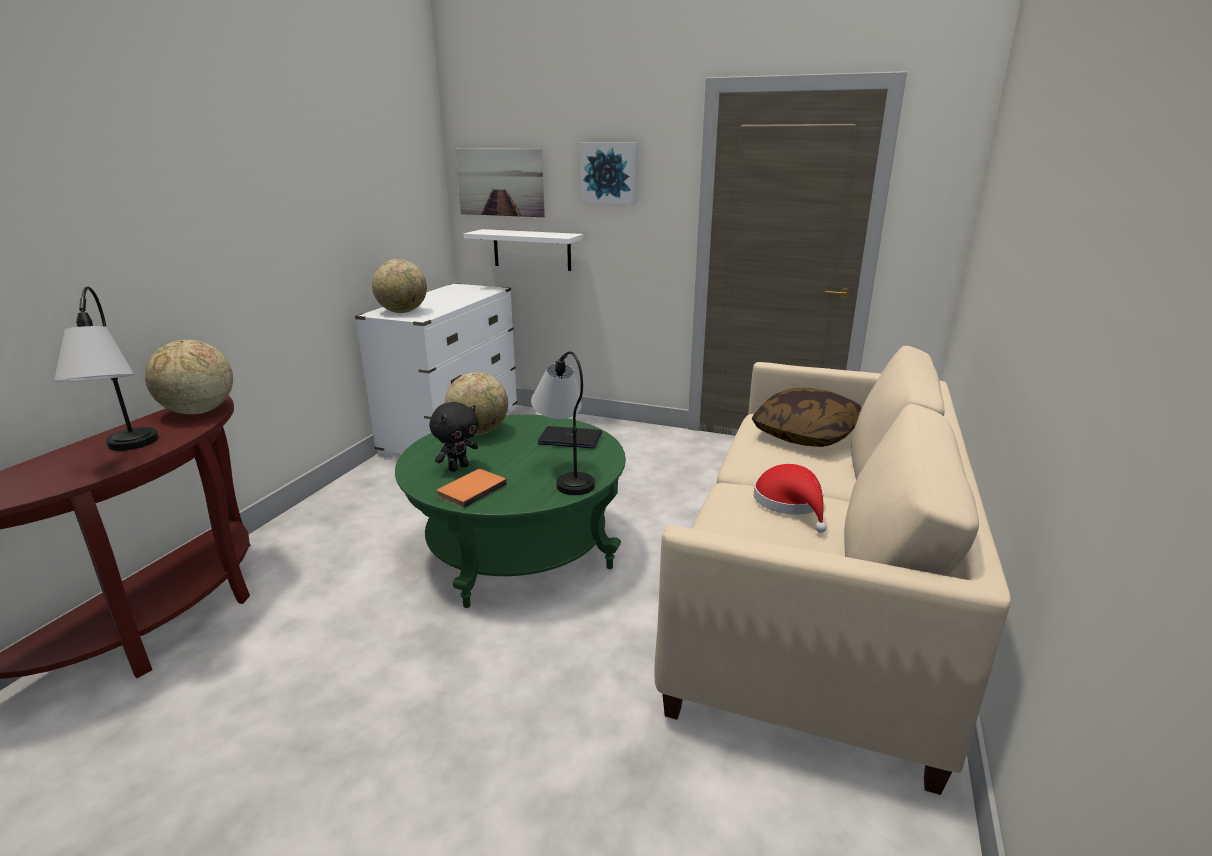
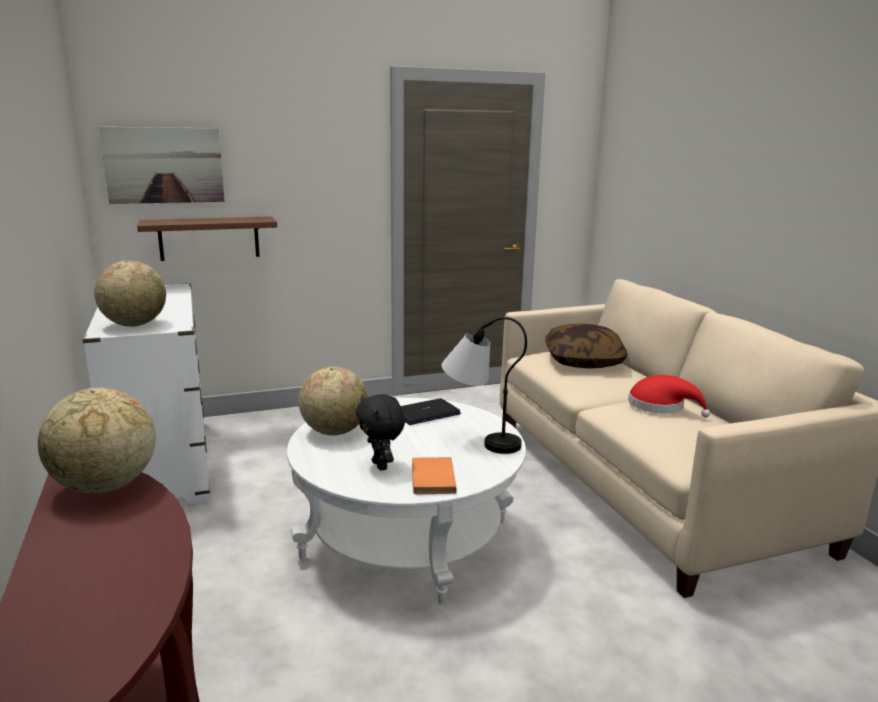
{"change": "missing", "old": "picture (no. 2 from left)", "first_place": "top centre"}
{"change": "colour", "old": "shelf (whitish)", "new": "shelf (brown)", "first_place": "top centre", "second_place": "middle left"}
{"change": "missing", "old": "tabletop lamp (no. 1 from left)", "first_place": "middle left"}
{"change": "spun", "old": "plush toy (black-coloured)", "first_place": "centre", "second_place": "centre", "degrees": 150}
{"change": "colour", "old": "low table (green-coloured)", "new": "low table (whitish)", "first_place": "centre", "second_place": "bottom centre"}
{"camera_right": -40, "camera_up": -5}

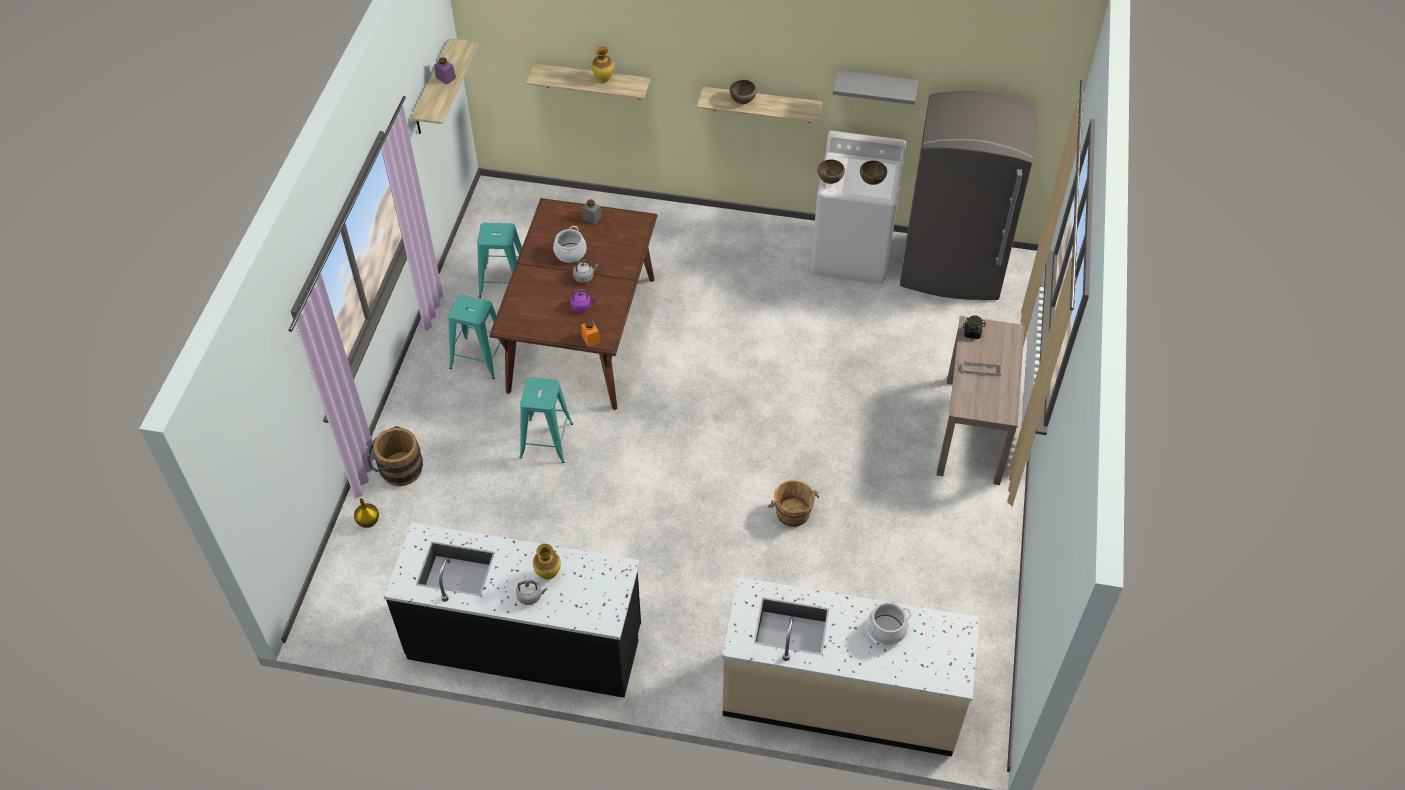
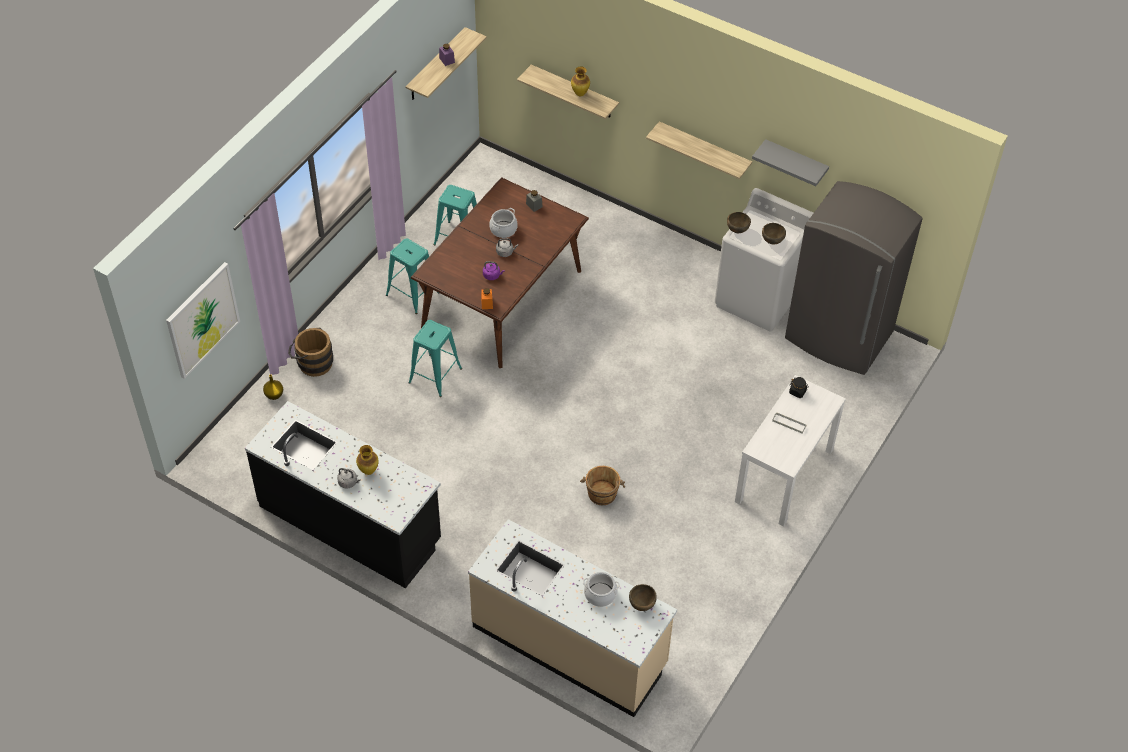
{"change": "relocated", "old": "deep dish (brown) (no. 1 from left)", "first_place": "top centre", "second_place": "bottom centre"}
{"change": "colour", "old": "hall table (brown)", "new": "hall table (whitish)", "first_place": "middle right", "second_place": "middle right"}
{"change": "appeared", "new": "picture", "second_place": "middle left"}
{"camera_right": 20, "camera_up": 0}

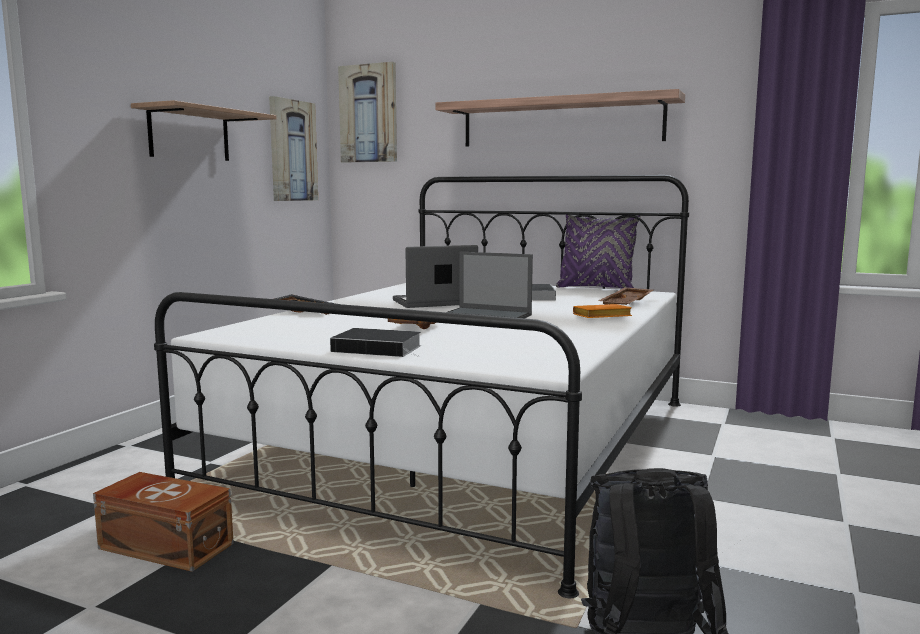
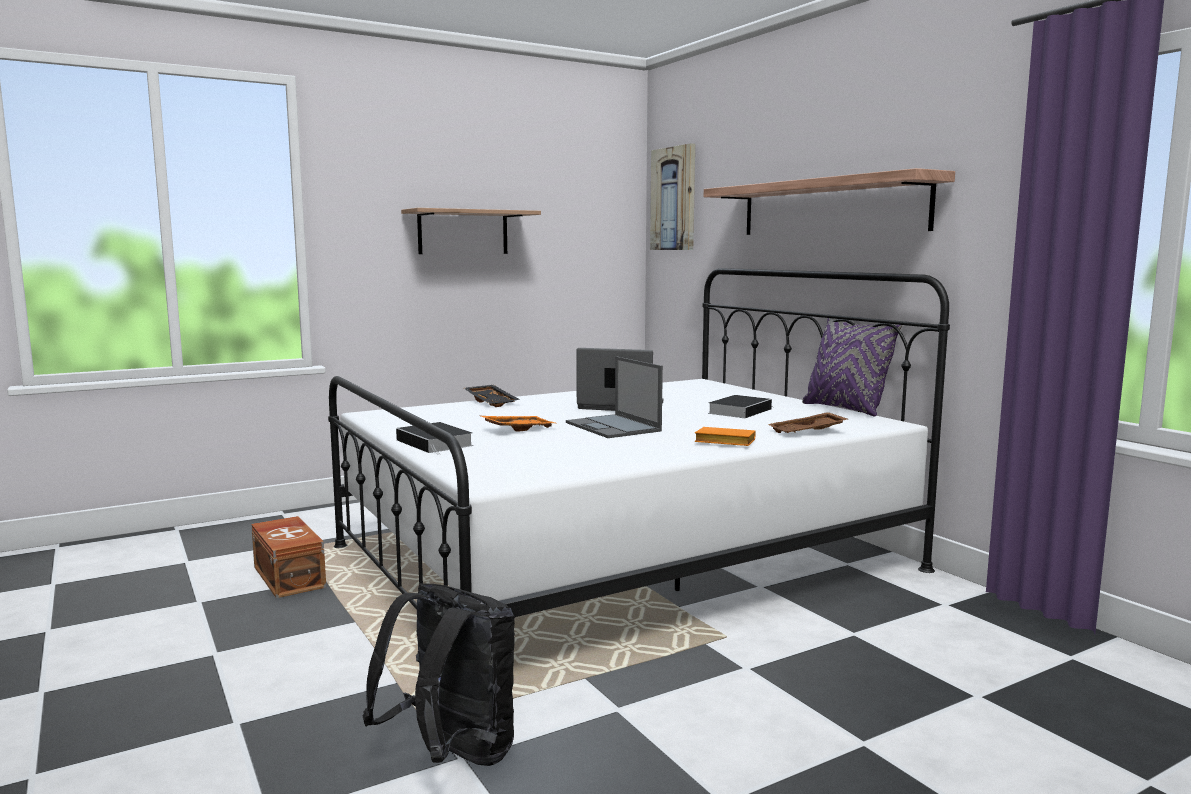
{"change": "missing", "old": "picture (no. 1 from left)", "first_place": "top left"}
{"camera_right": 35, "camera_up": 0}

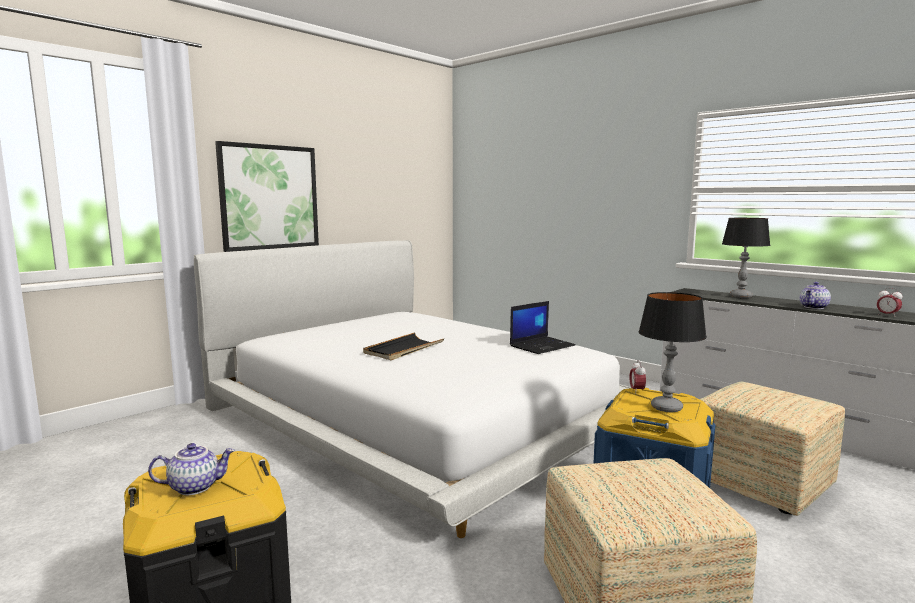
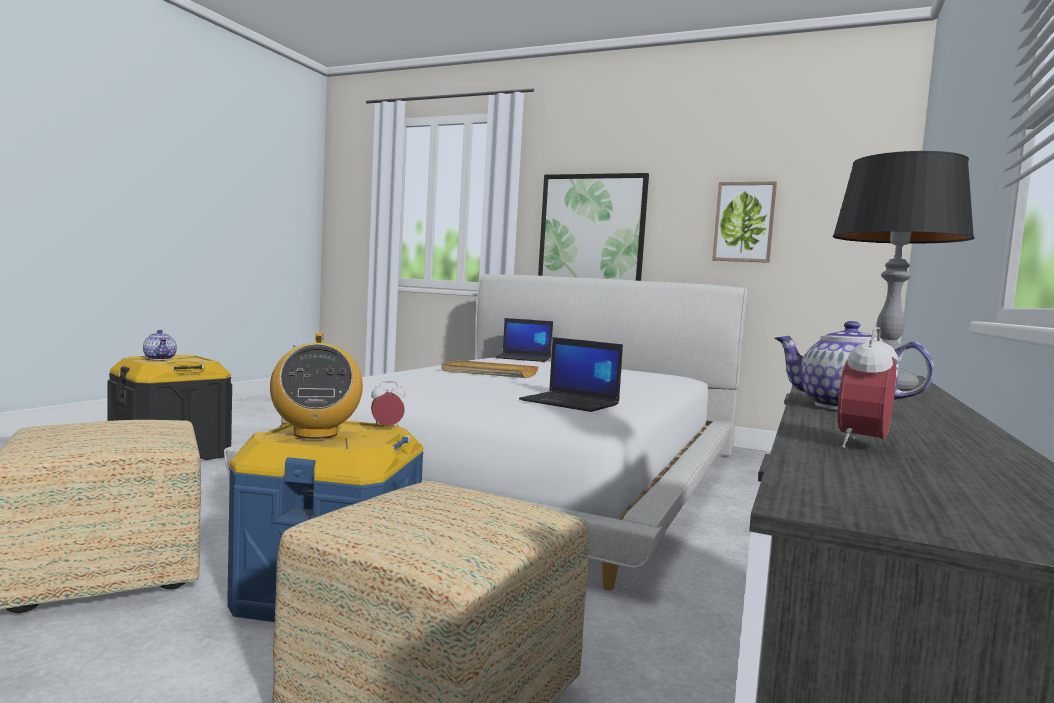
{"change": "exchanged", "old": "tabletop lamp (no. 1 from left)", "new": "radio", "first_place": "middle right", "second_place": "middle left"}
{"change": "colour", "old": "serving tray (black-coloured)", "new": "serving tray (beige-coloured)", "first_place": "centre", "second_place": "centre"}
{"change": "appeared", "new": "picture (no. 2 from left)", "second_place": "top right"}
{"change": "appeared", "new": "notebook computer (no. 1 from left)", "second_place": "centre"}
{"camera_right": 70, "camera_up": -5}

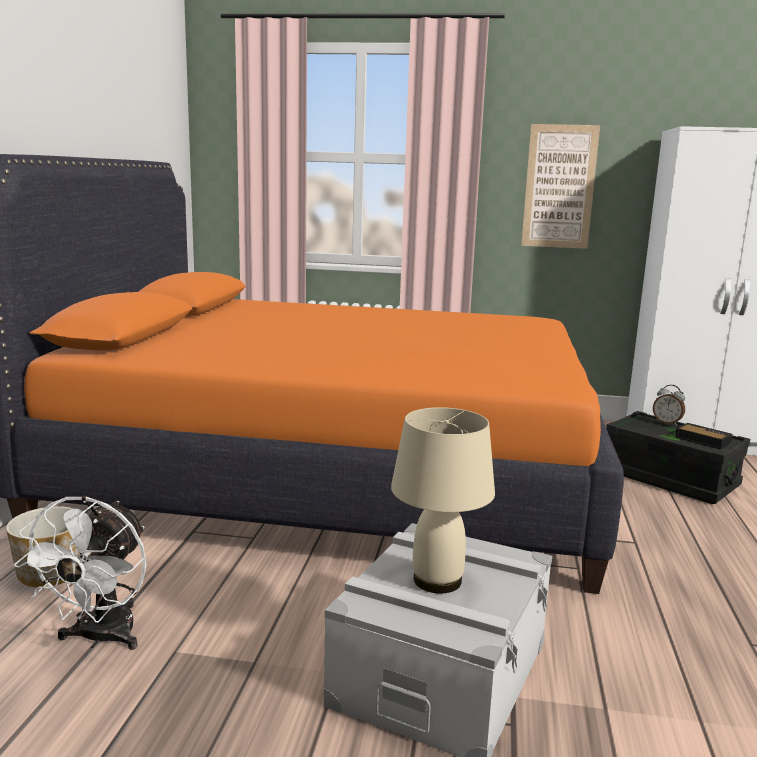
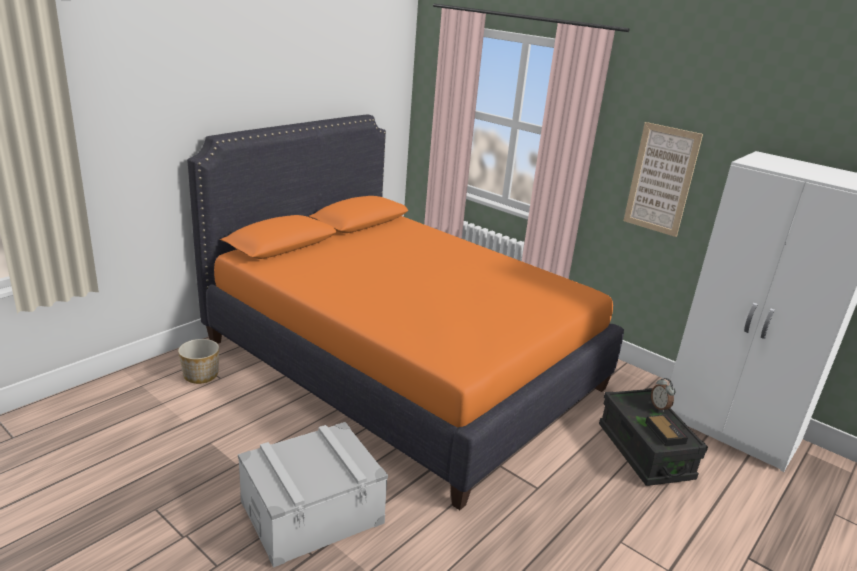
{"change": "missing", "old": "tabletop lamp (beige-coloured)", "first_place": "centre"}
{"change": "missing", "old": "cooling fan (whitish)", "first_place": "bottom left"}
{"camera_right": 30, "camera_up": 10}

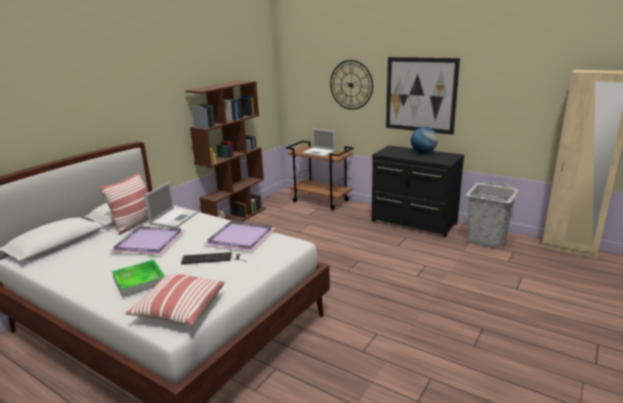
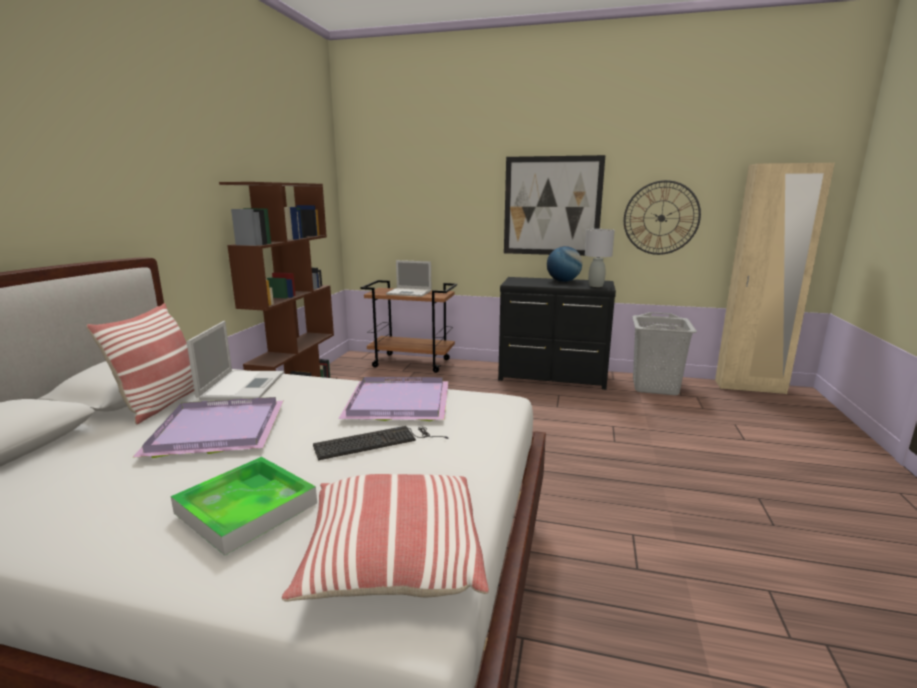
{"change": "relocated", "old": "hanging clock", "first_place": "top centre", "second_place": "top right"}
{"change": "appeared", "new": "tabletop lamp (greyish)", "second_place": "centre"}
{"camera_right": -20, "camera_up": -5}

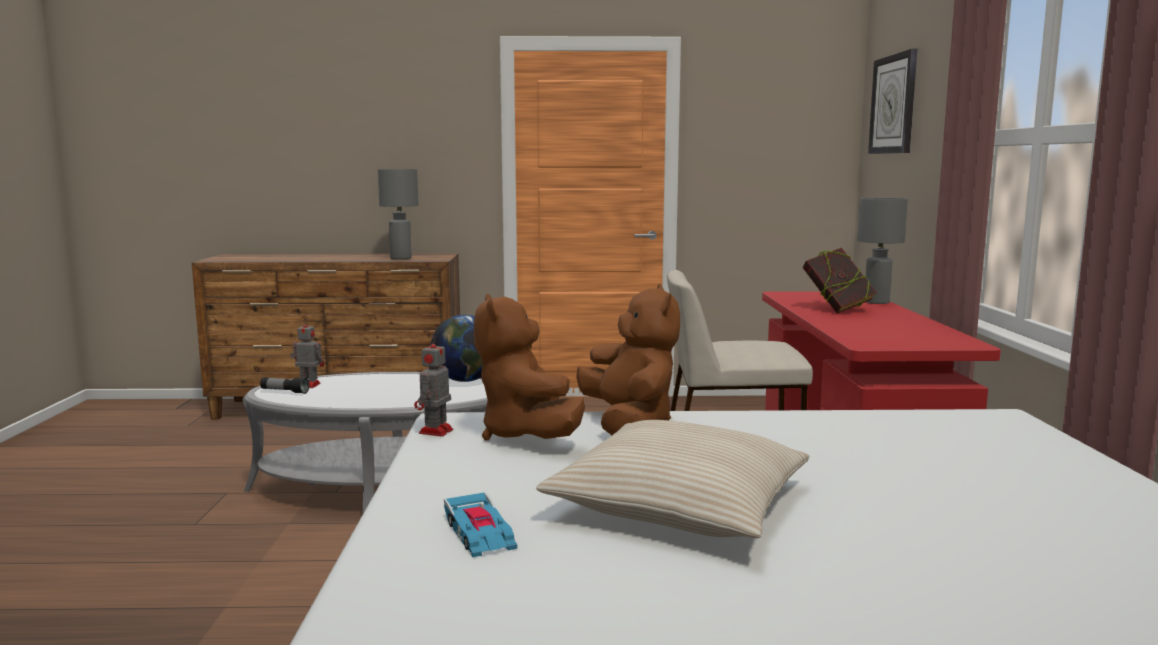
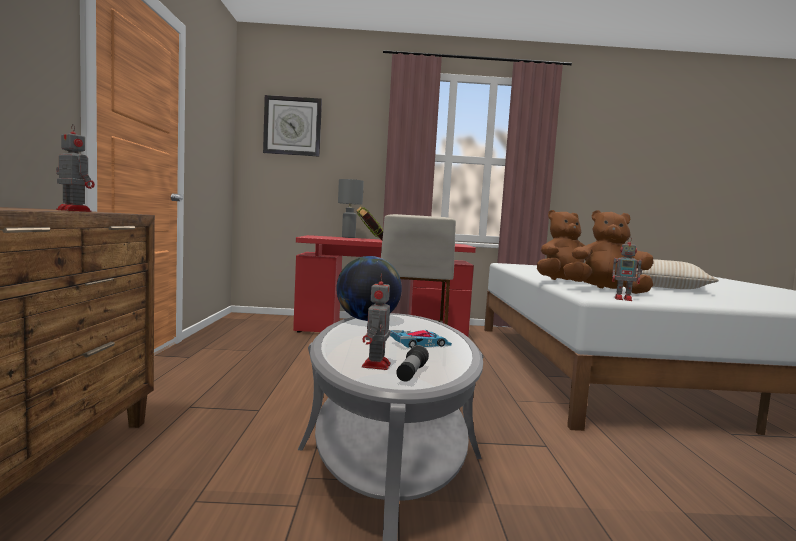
{"change": "exchanged", "old": "tabletop lamp (greyish) (no. 1 from left)", "new": "robot figure (no. 1 from left)", "first_place": "top centre", "second_place": "top left"}
{"change": "spun", "old": "plush toy (brown) (no. 1 from left in the first image)", "first_place": "centre", "second_place": "middle right", "degrees": -150}
{"change": "relocated", "old": "toy car", "first_place": "bottom centre", "second_place": "centre"}
{"camera_right": -90, "camera_up": -5}

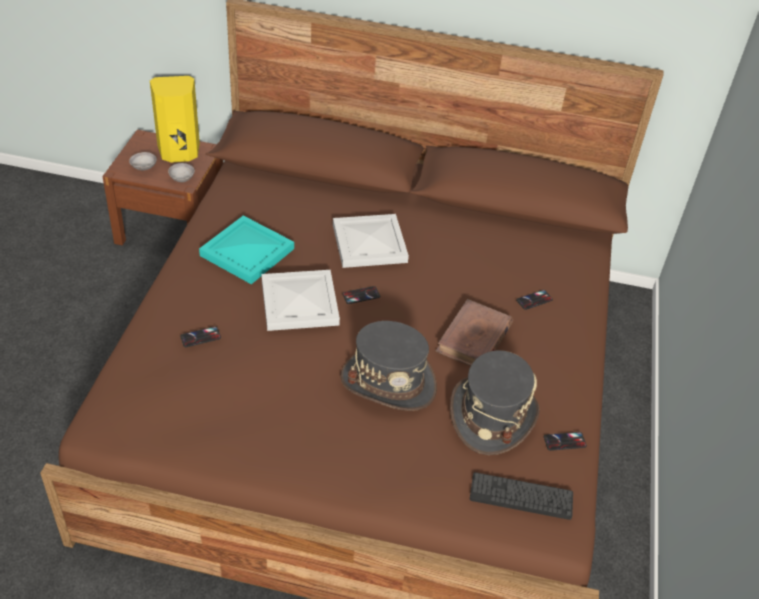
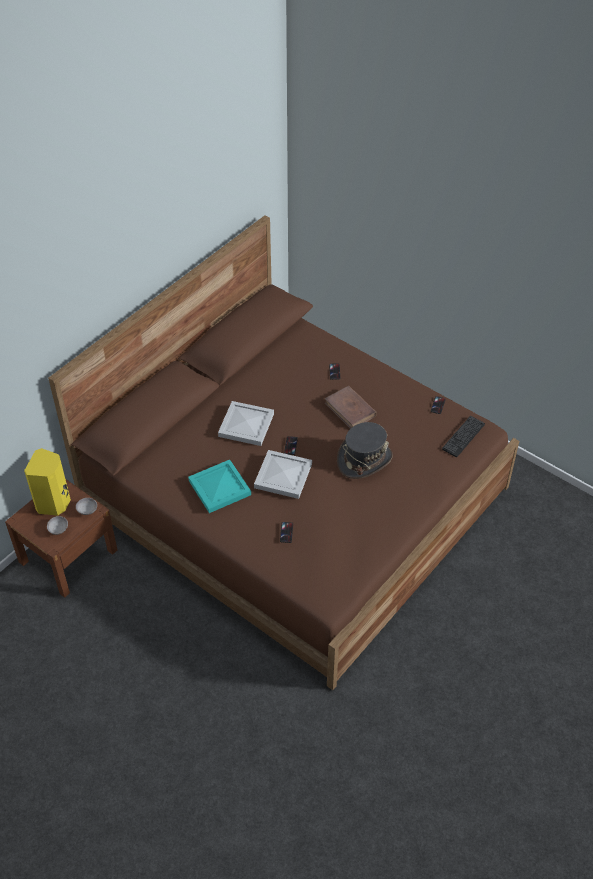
{"change": "missing", "old": "wearable hat (greyish) (no. 2 from left)", "first_place": "bottom centre"}
{"camera_right": -60, "camera_up": 5}

